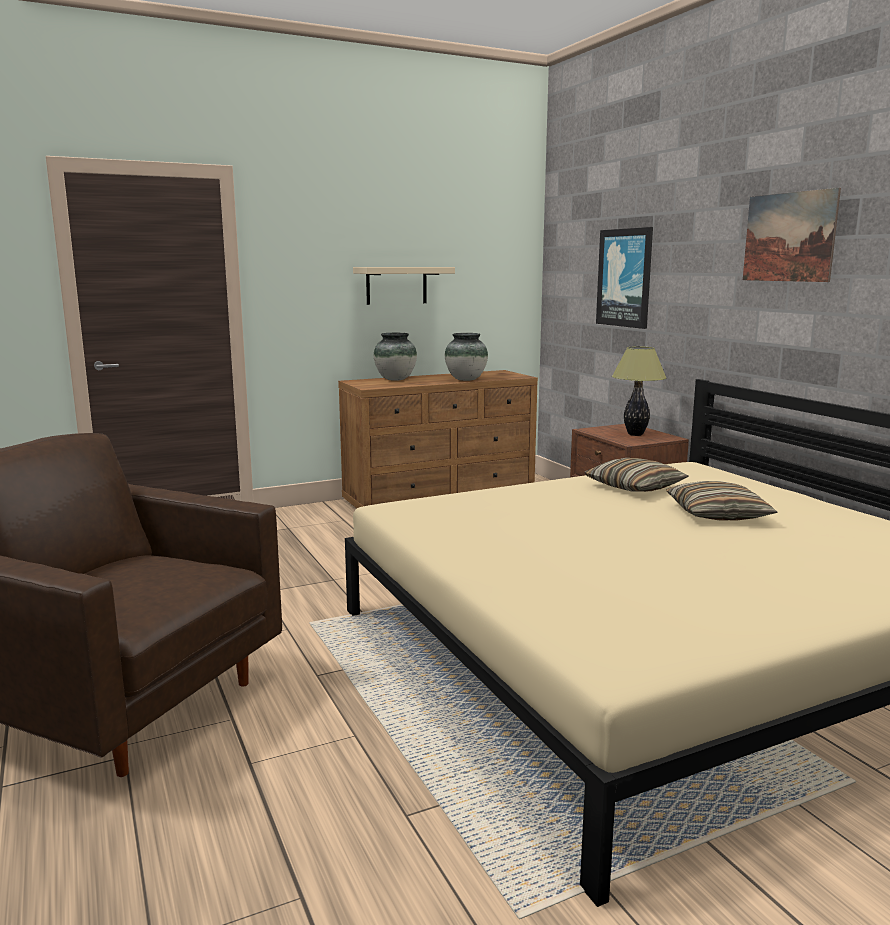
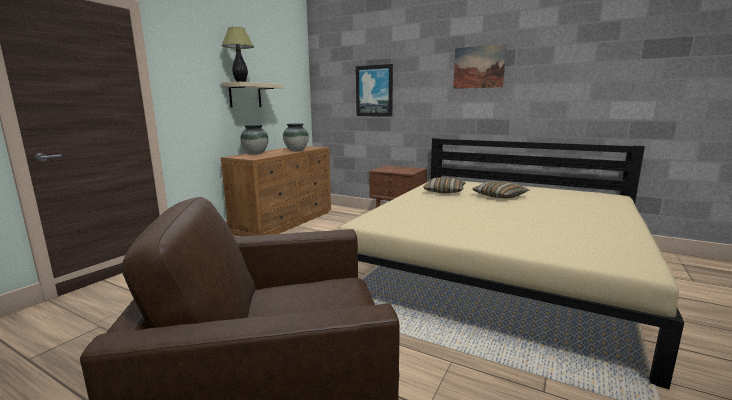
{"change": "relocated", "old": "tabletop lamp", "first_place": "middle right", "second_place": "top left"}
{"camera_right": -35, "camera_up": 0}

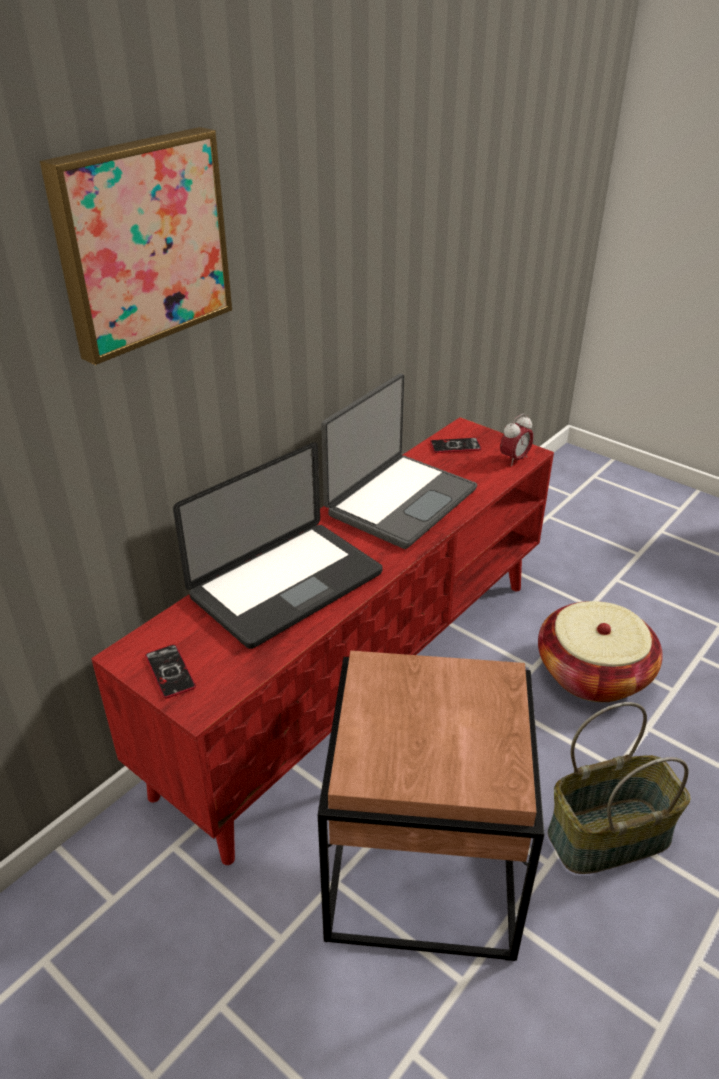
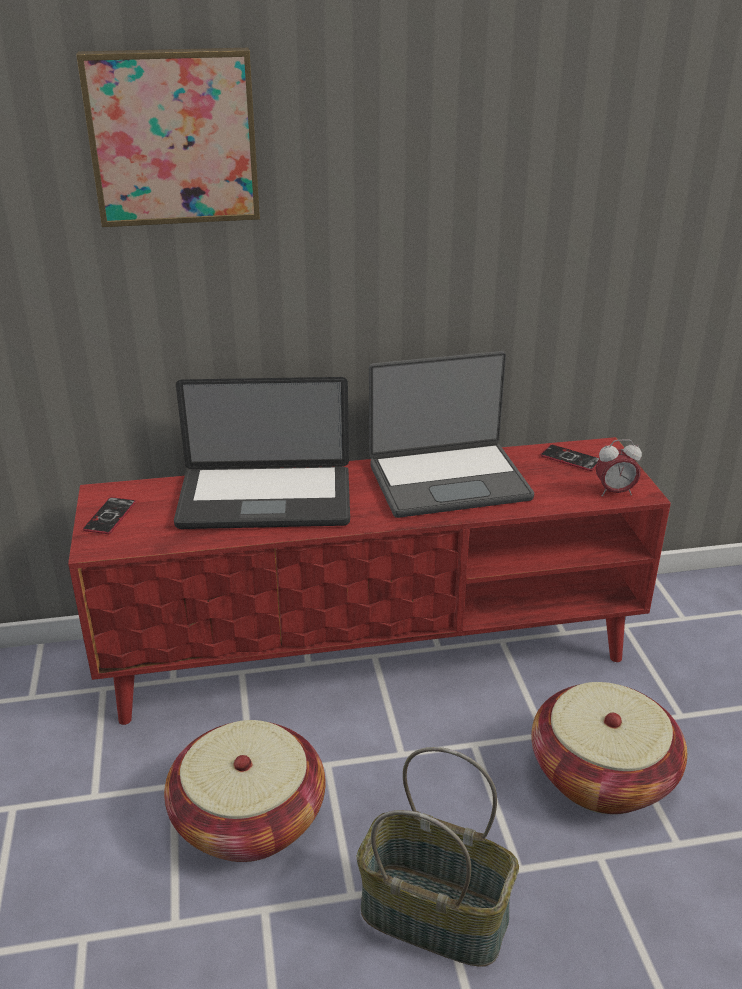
{"change": "exchanged", "old": "side table (brown)", "new": "household basket (no. 1 from left)", "first_place": "bottom centre", "second_place": "bottom left"}
{"camera_right": 40, "camera_up": -5}

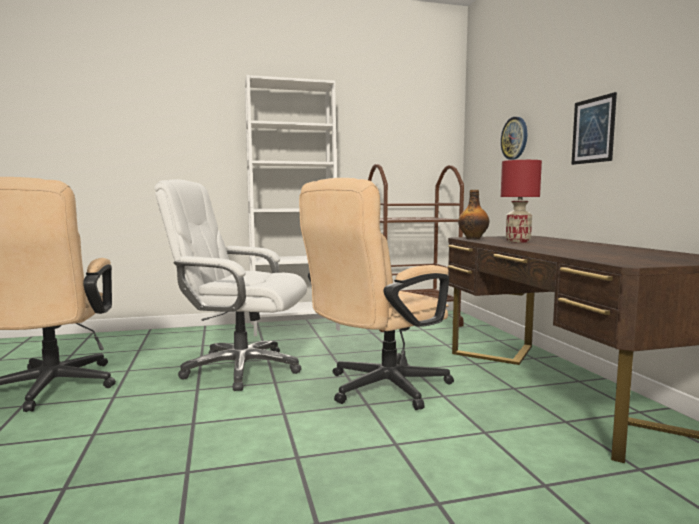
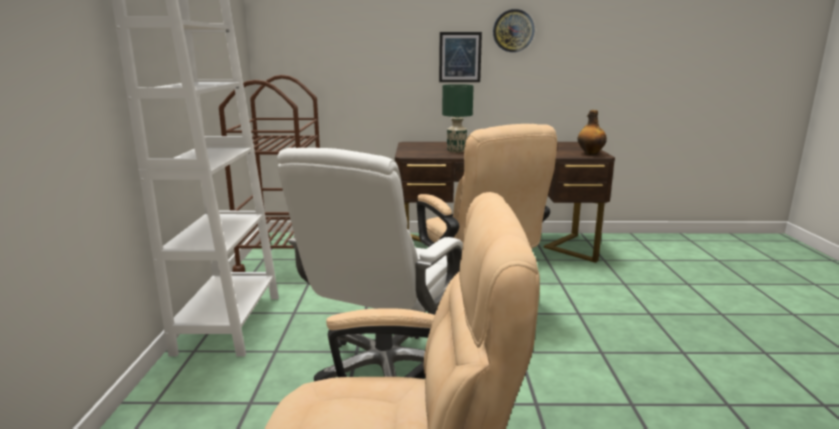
{"change": "relocated", "old": "hanging clock", "first_place": "top right", "second_place": "top centre"}
{"change": "colour", "old": "tabletop lamp (red)", "new": "tabletop lamp (green-coloured)", "first_place": "middle right", "second_place": "top centre"}
{"change": "relocated", "old": "drink bottle", "first_place": "middle right", "second_place": "top right"}
{"camera_right": -75, "camera_up": 10}

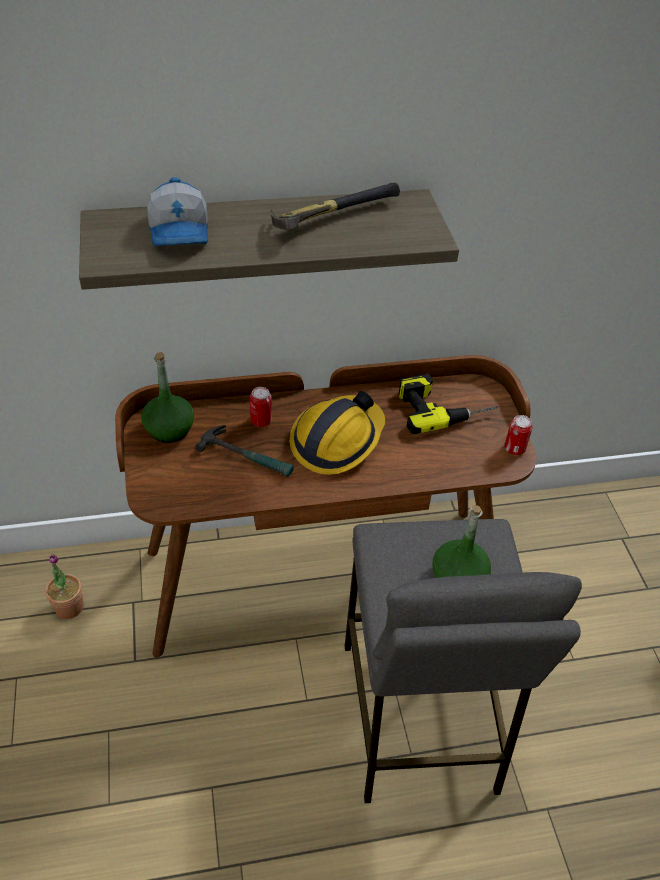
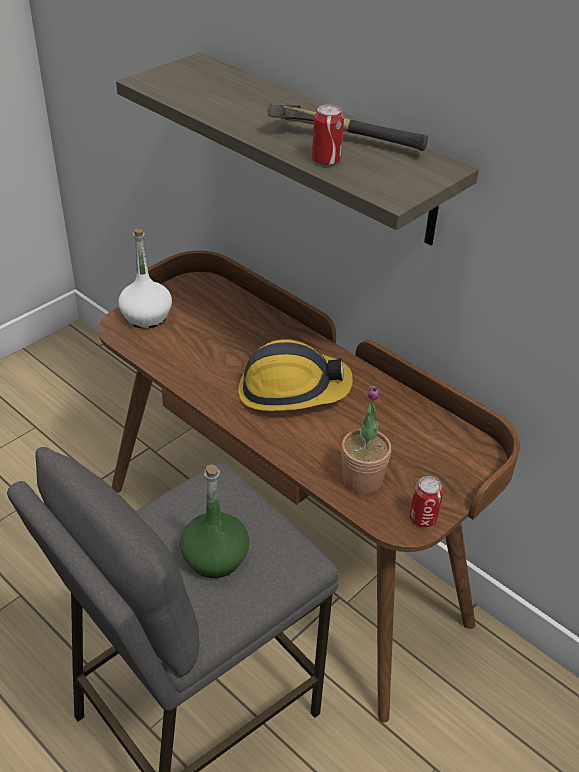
{"change": "missing", "old": "peaked cap", "first_place": "top left"}
{"change": "missing", "old": "drink bottle (green-coloured) (no. 1 from left)", "first_place": "middle left"}
{"change": "missing", "old": "drill", "first_place": "middle right"}
{"change": "relocated", "old": "metal can (no. 1 from left)", "first_place": "centre", "second_place": "top centre"}
{"change": "missing", "old": "hand hammer (no. 1 from left)", "first_place": "centre"}
{"change": "relocated", "old": "potted plant", "first_place": "middle left", "second_place": "centre"}
{"change": "appeared", "new": "drink bottle (whitish)", "second_place": "middle left"}
{"camera_right": 55, "camera_up": -5}

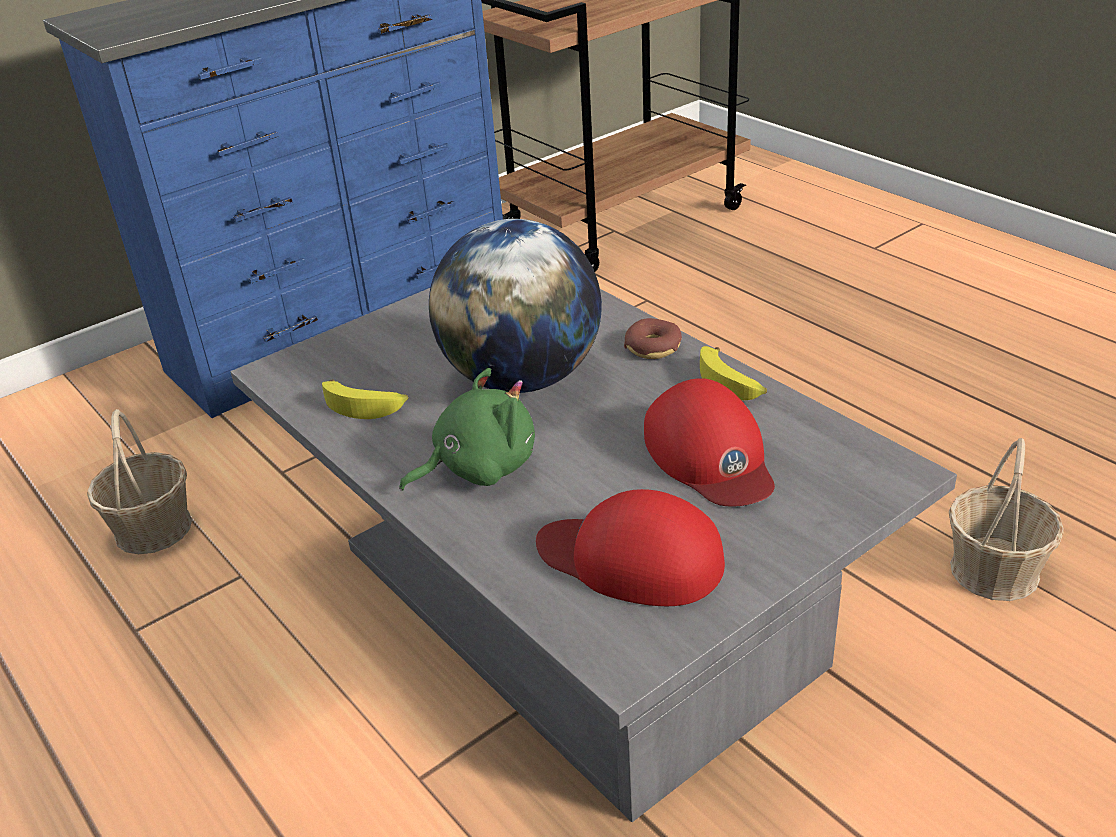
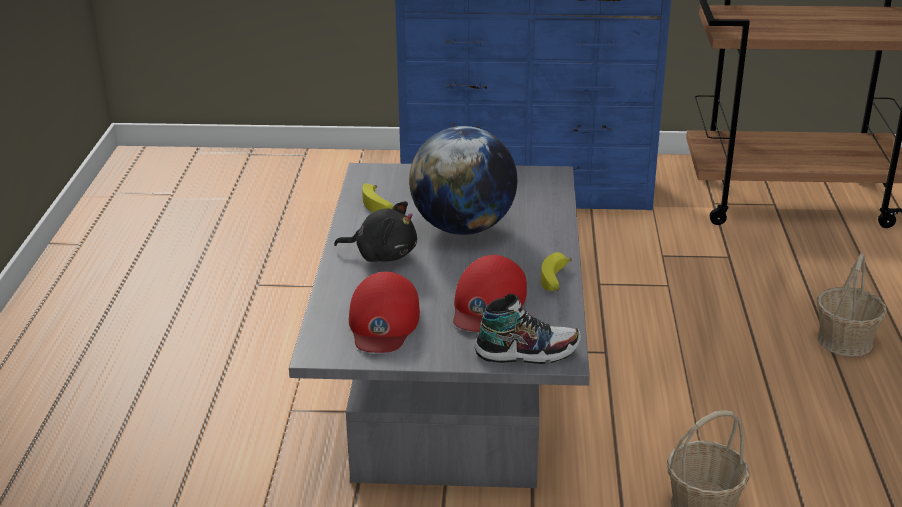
{"change": "missing", "old": "ring doughnut", "first_place": "centre"}
{"change": "colour", "old": "plush toy (green-coloured)", "new": "plush toy (black-coloured)", "first_place": "centre", "second_place": "centre"}
{"change": "relocated", "old": "household basket (no. 1 from left in the first image)", "new": "household basket (no. 2 from left)", "first_place": "middle left", "second_place": "middle right"}
{"change": "spun", "old": "peaked cap (red) (no. 1 from left)", "first_place": "centre", "second_place": "centre", "degrees": -150}
{"change": "appeared", "new": "item of footwear", "second_place": "centre"}
{"camera_right": 40, "camera_up": -5}

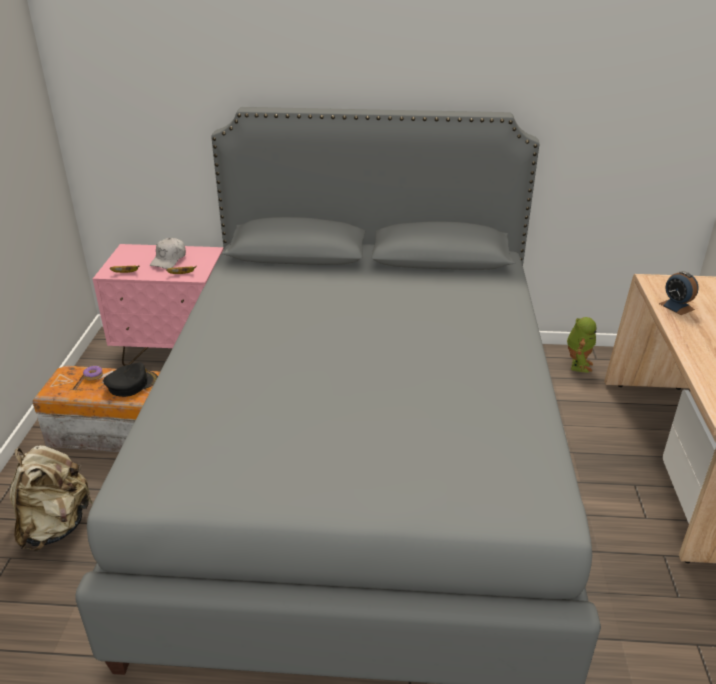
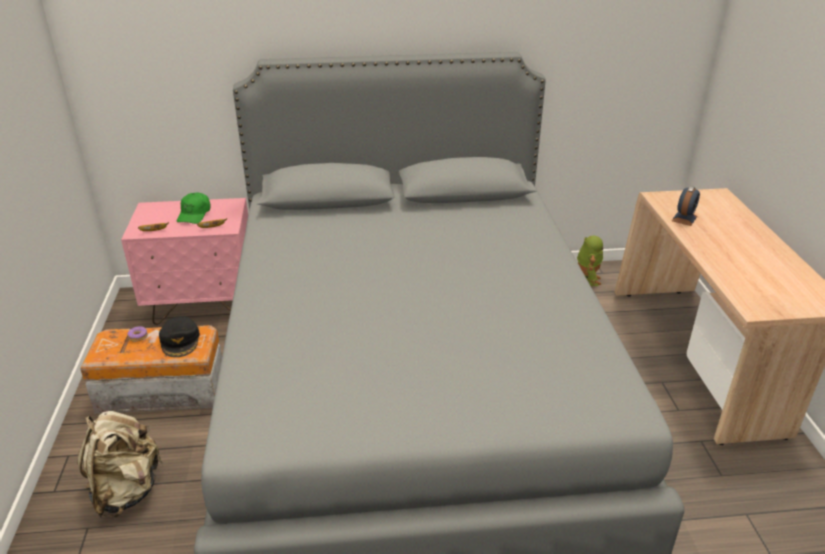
{"change": "colour", "old": "peaked cap (whitish)", "new": "peaked cap (green-coloured)", "first_place": "middle left", "second_place": "middle left"}
{"change": "spun", "old": "bedside clock", "first_place": "middle right", "second_place": "middle right", "degrees": -105}
{"change": "spun", "old": "peaked cap (black-coloured)", "first_place": "middle left", "second_place": "middle left", "degrees": 120}
{"camera_right": -10, "camera_up": 0}

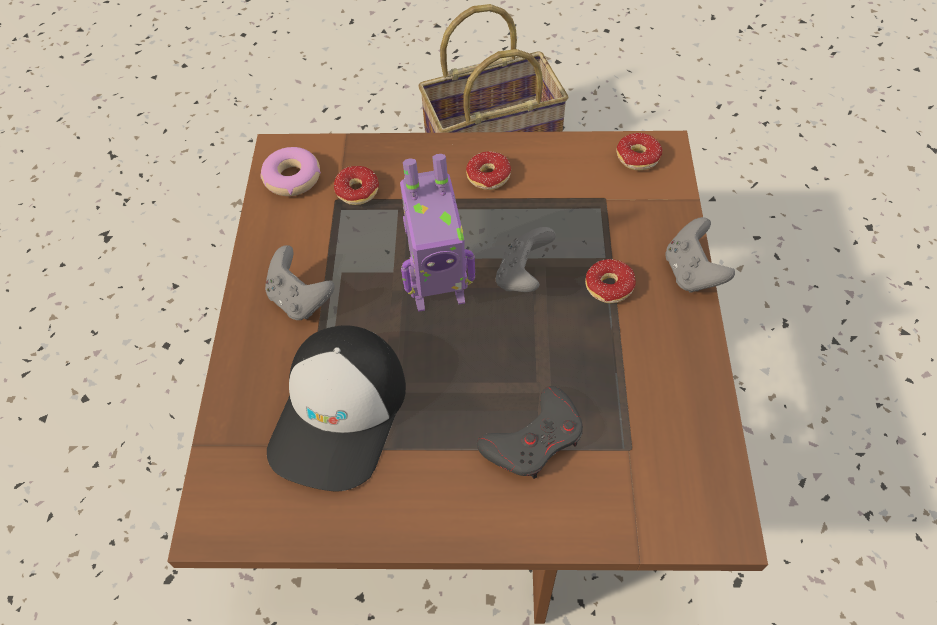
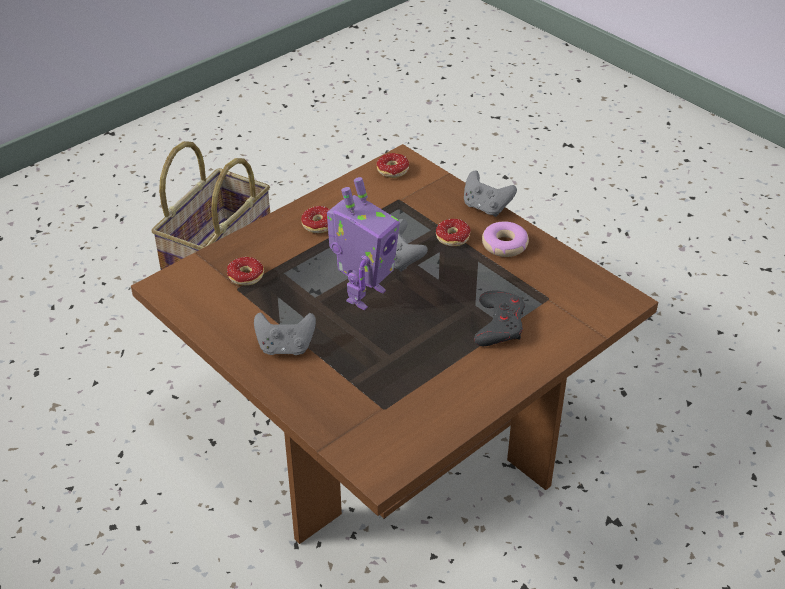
{"change": "relocated", "old": "ring doughnut (no. 1 from left in the first image)", "new": "ring doughnut (no. 5 from left)", "first_place": "top left", "second_place": "centre"}
{"change": "missing", "old": "peaked cap", "first_place": "centre"}
{"camera_right": -45, "camera_up": -15}

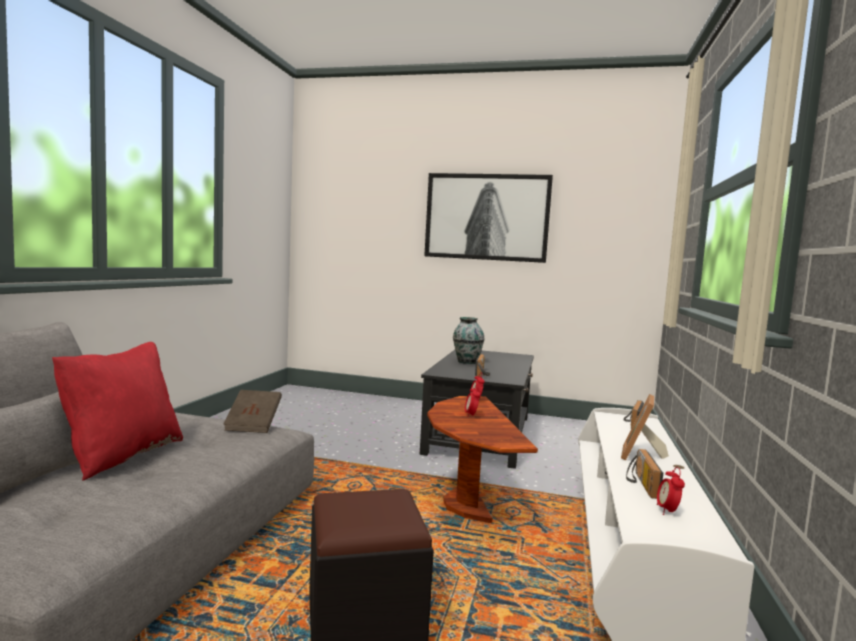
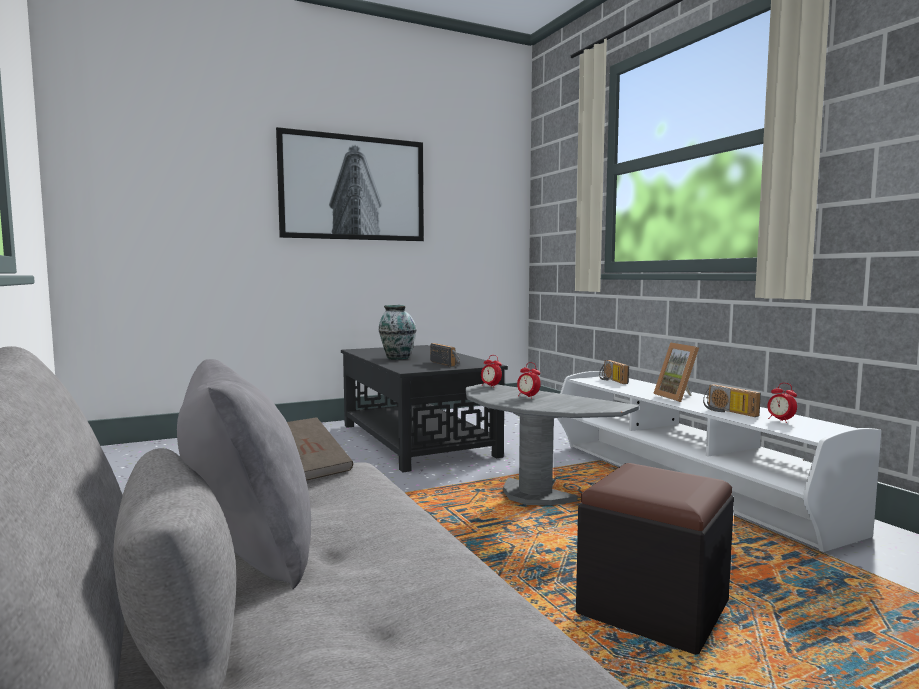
{"change": "colour", "old": "throw pillow (red)", "new": "throw pillow (greyish)", "first_place": "middle left", "second_place": "bottom left"}
{"change": "colour", "old": "side table (brown)", "new": "side table (greyish)", "first_place": "bottom centre", "second_place": "centre"}
{"camera_right": -40, "camera_up": 0}

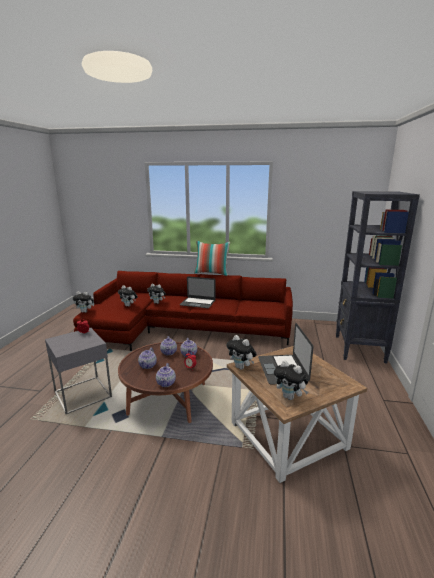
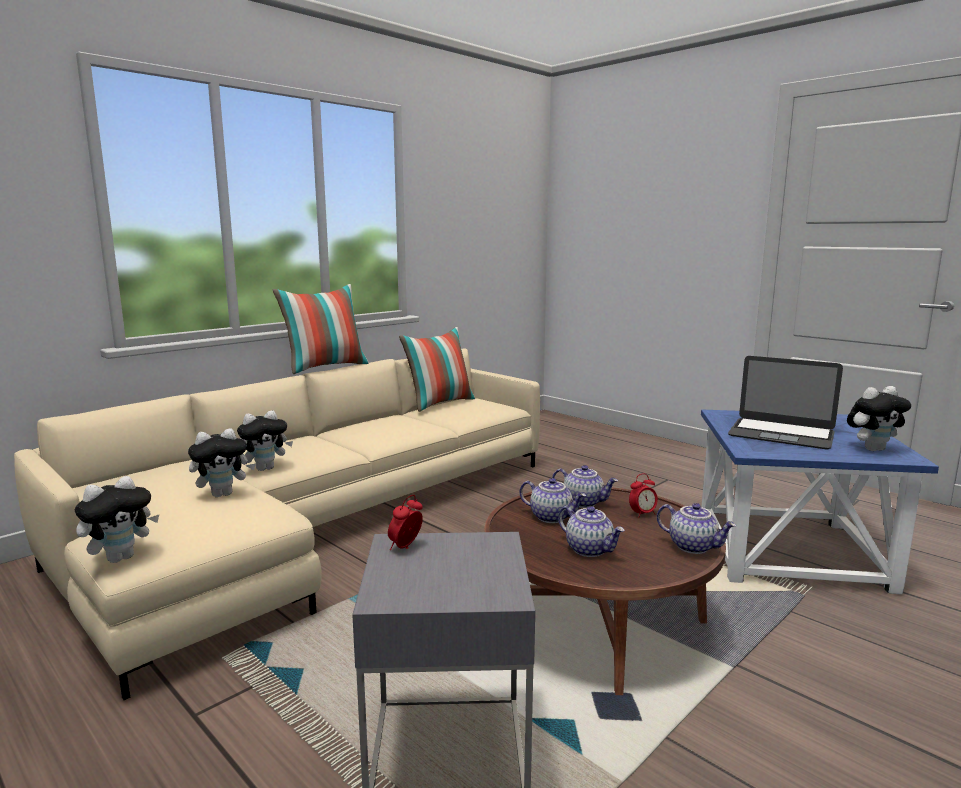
{"change": "missing", "old": "bookcase (black-coloured)", "first_place": "middle right"}
{"change": "colour", "old": "sofa (red)", "new": "sofa (beige-coloured)", "first_place": "centre", "second_place": "middle left"}
{"change": "missing", "old": "notebook computer (no. 1 from left)", "first_place": "centre"}
{"change": "missing", "old": "plush toy (no. 4 from left)", "first_place": "centre"}
{"change": "colour", "old": "side table (brown)", "new": "side table (blue-coloured)", "first_place": "bottom right", "second_place": "middle right"}
{"change": "appeared", "new": "throw pillow (no. 2 from left)", "second_place": "centre"}
{"camera_right": -55, "camera_up": -5}

